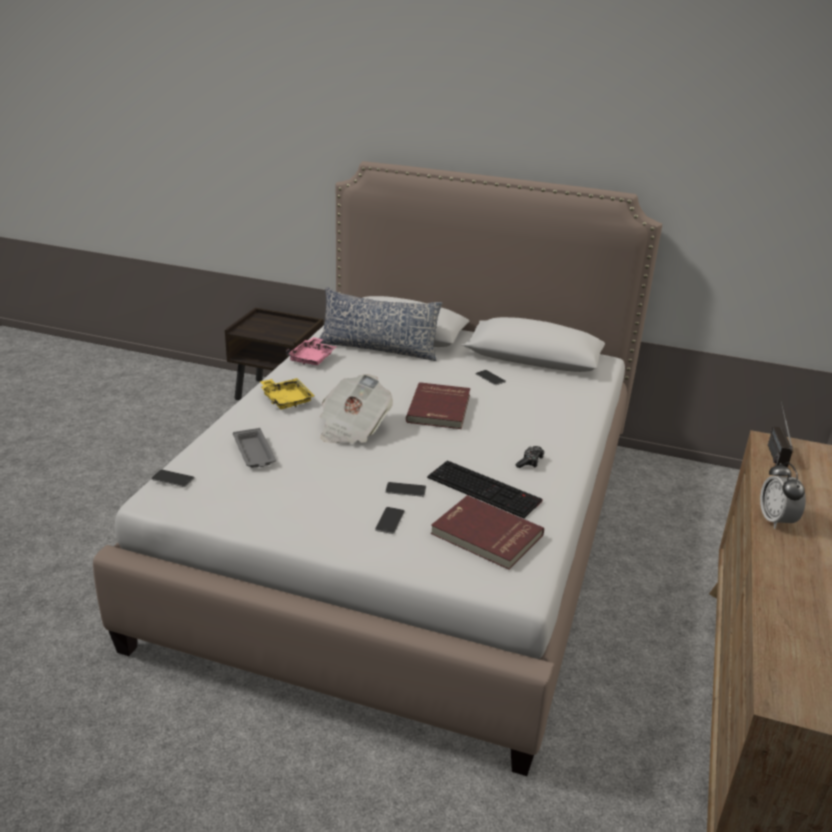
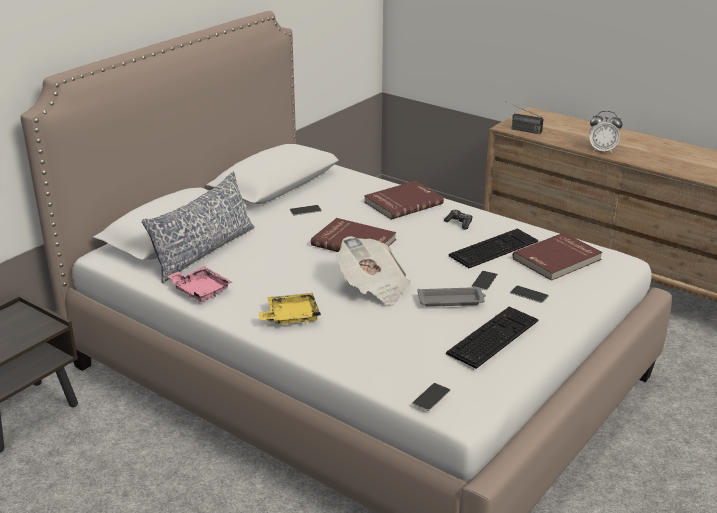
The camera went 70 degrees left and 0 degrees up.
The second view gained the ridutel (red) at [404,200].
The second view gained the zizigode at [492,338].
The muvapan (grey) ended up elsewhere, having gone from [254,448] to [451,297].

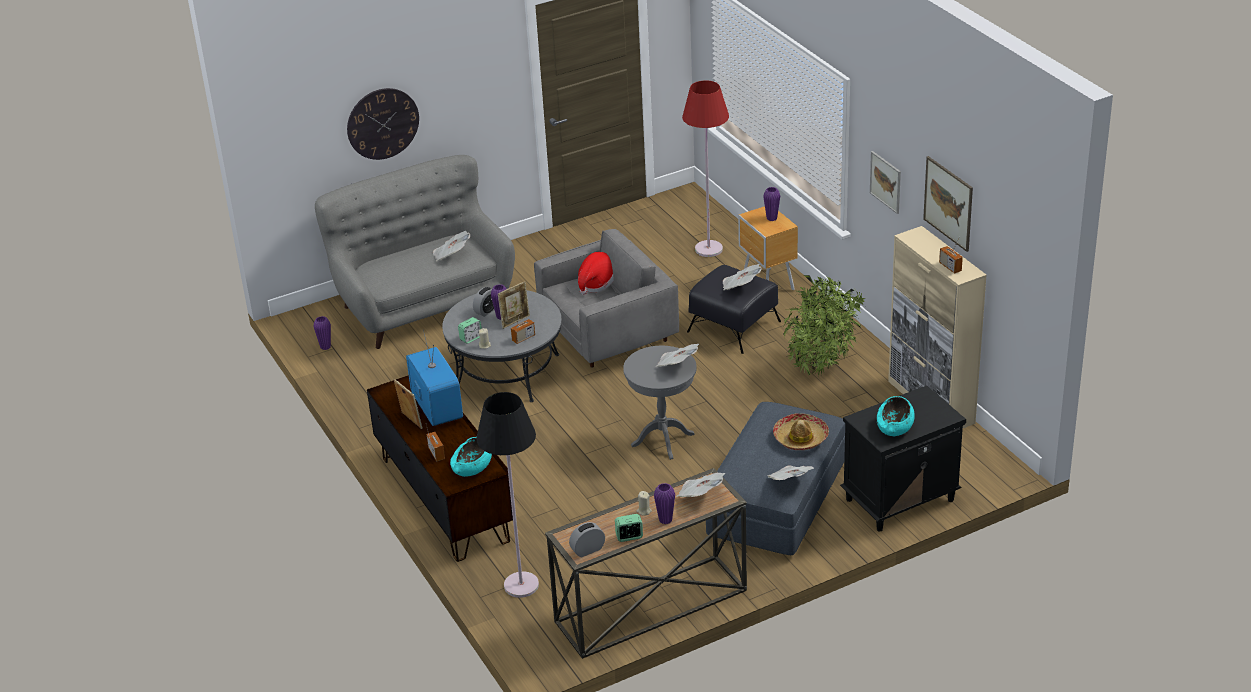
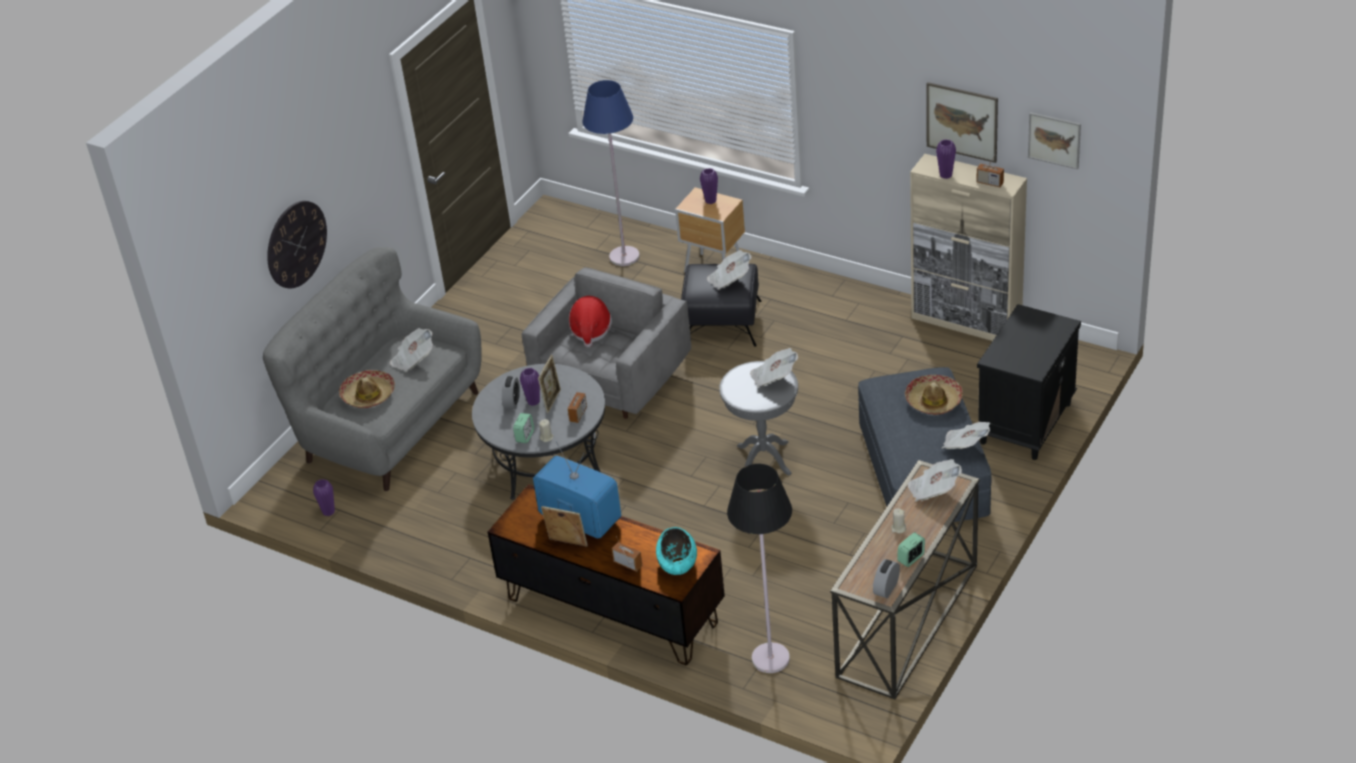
The camera went 30 degrees left and 5 degrees up.
The second view lost the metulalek at [825,325].
The second view lost the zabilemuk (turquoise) at [896,416].
The second view gained the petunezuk at [367,389].
The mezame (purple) ended up elsewhere, having gone from [664,503] to [946,159].
The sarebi ended up elsewhere, having gone from [885,182] to [1054,140].
What was the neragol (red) at [705,168] turned into the neragol (blue) at [611,173].

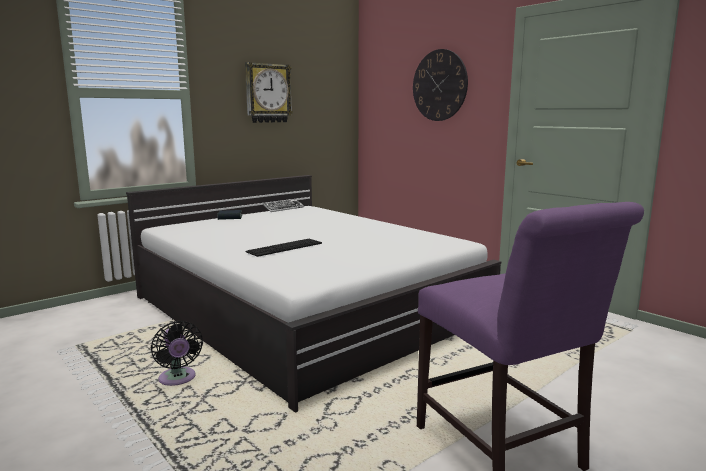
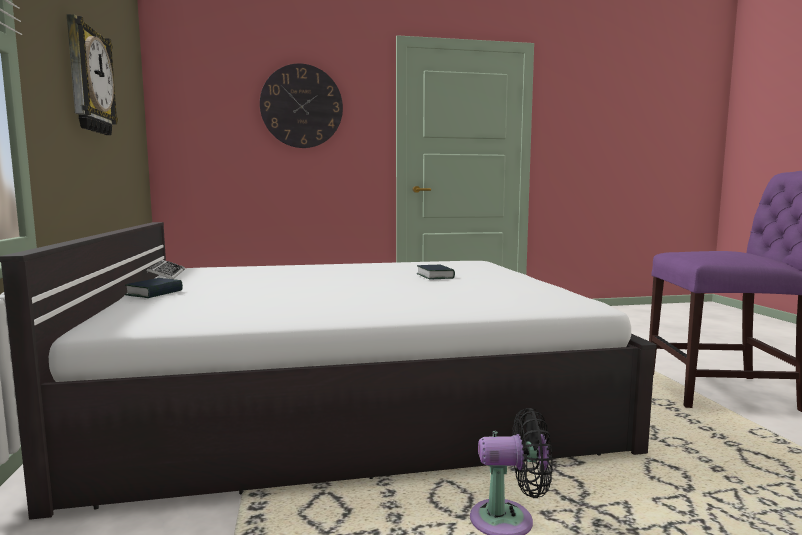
The camera went 60 degrees left and 5 degrees down.
The second view lost the zizigode at [284,248].
The second view gained the ridutel at [436,272].

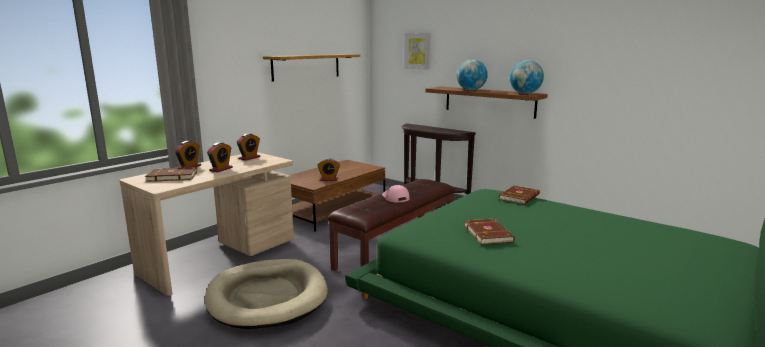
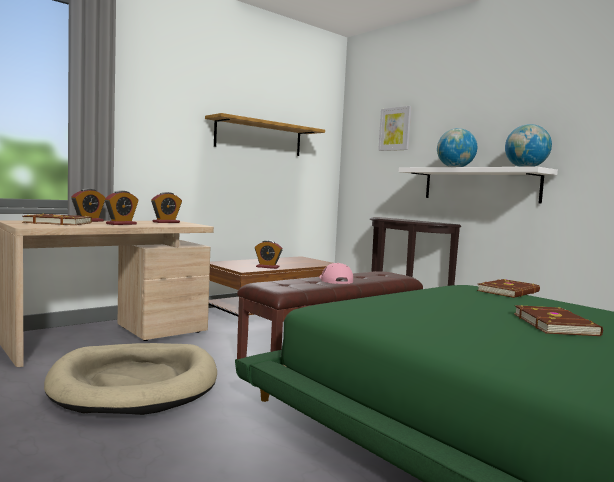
The camera went 10 degrees right and 10 degrees down.
The ridutel (brown) ended up elsewhere, having gone from [489,232] to [558,320].
What was the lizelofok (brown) at [486,103] turned into the lizelofok (white) at [478,185].

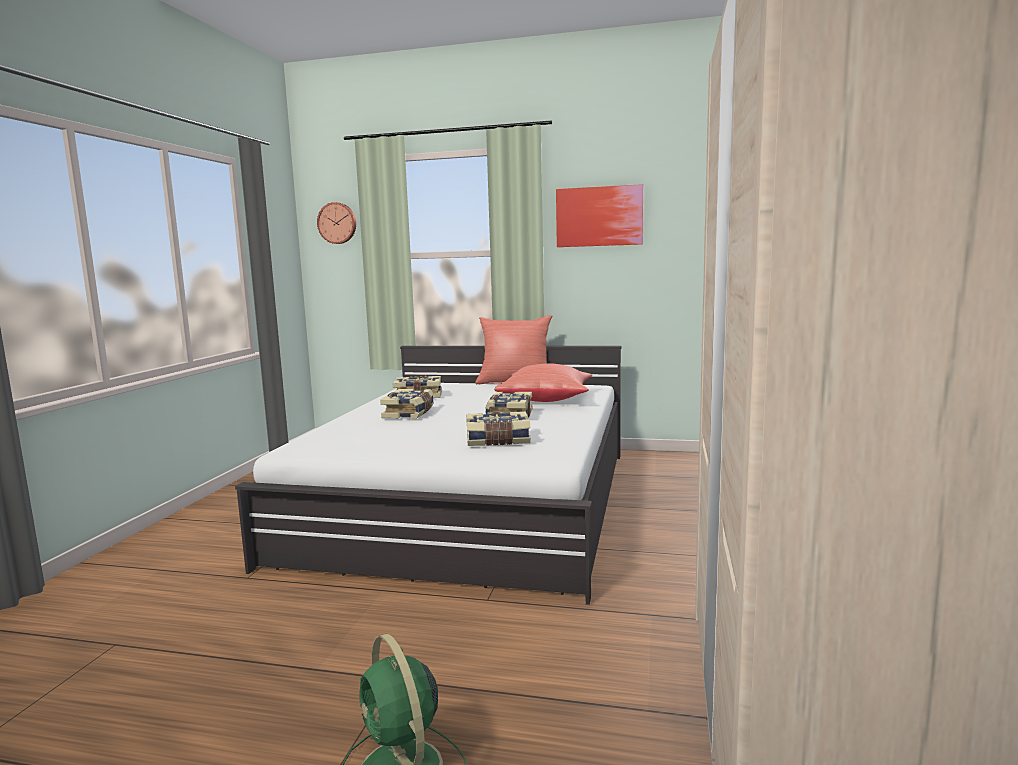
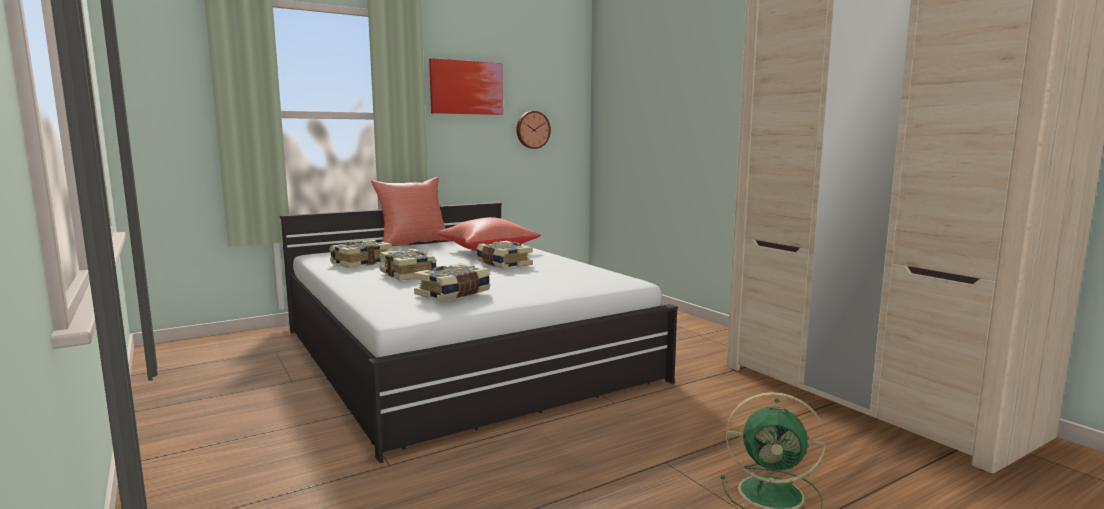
The camera went 45 degrees left and 0 degrees up.
The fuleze ended up elsewhere, having gone from [336,223] to [533,130].
The ridutel ended up elsewhere, having gone from [498,428] to [452,282].

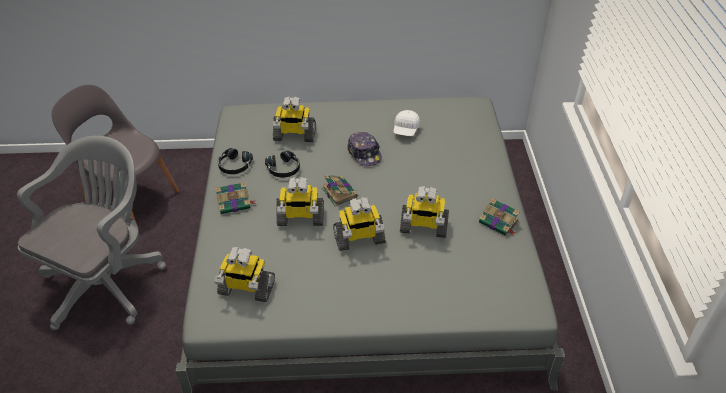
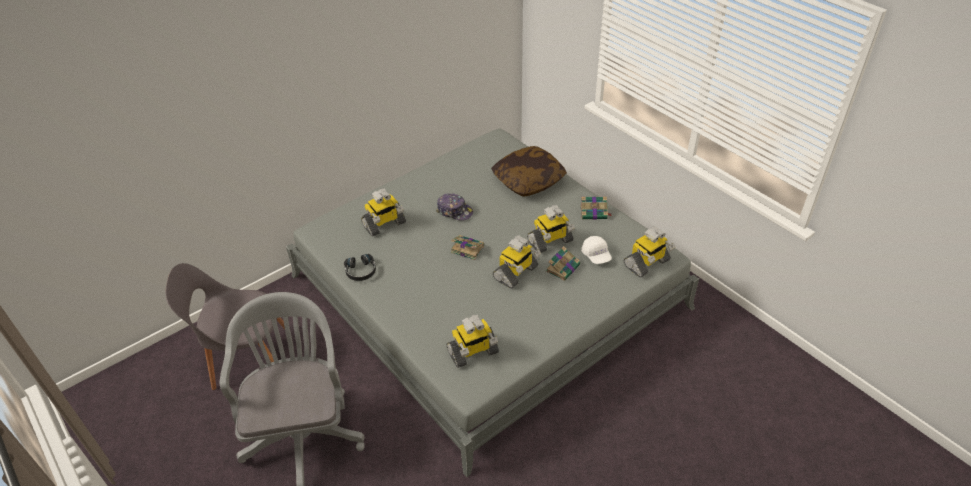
The camera went 35 degrees left and 0 degrees up.
The second view lost the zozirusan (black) at [282,164].
The second view gained the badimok at [529,171].
The ridutel ended up elsewhere, having gone from [235,198] to [563,263].
The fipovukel ended up elsewhere, having gone from [300,201] to [649,252].
The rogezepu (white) ended up elsewhere, having gone from [407,123] to [596,250].

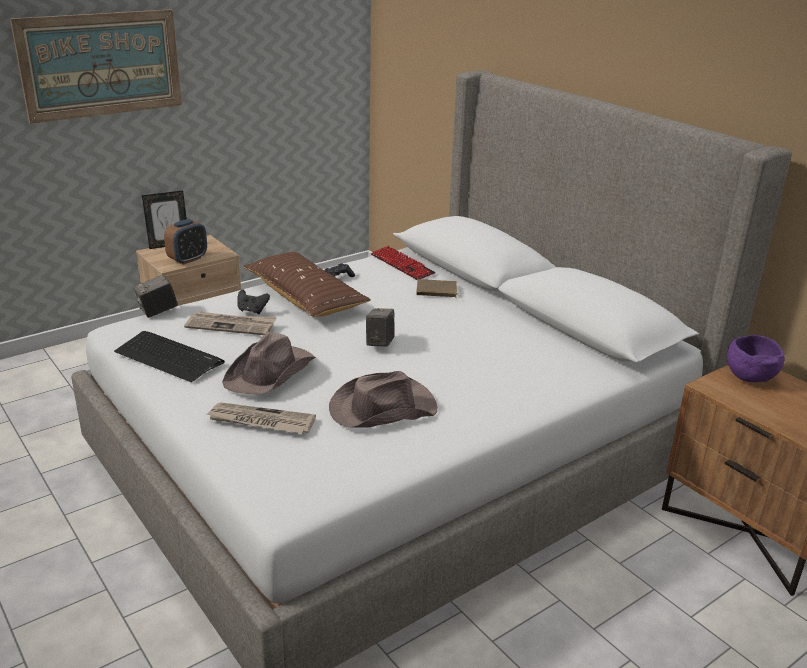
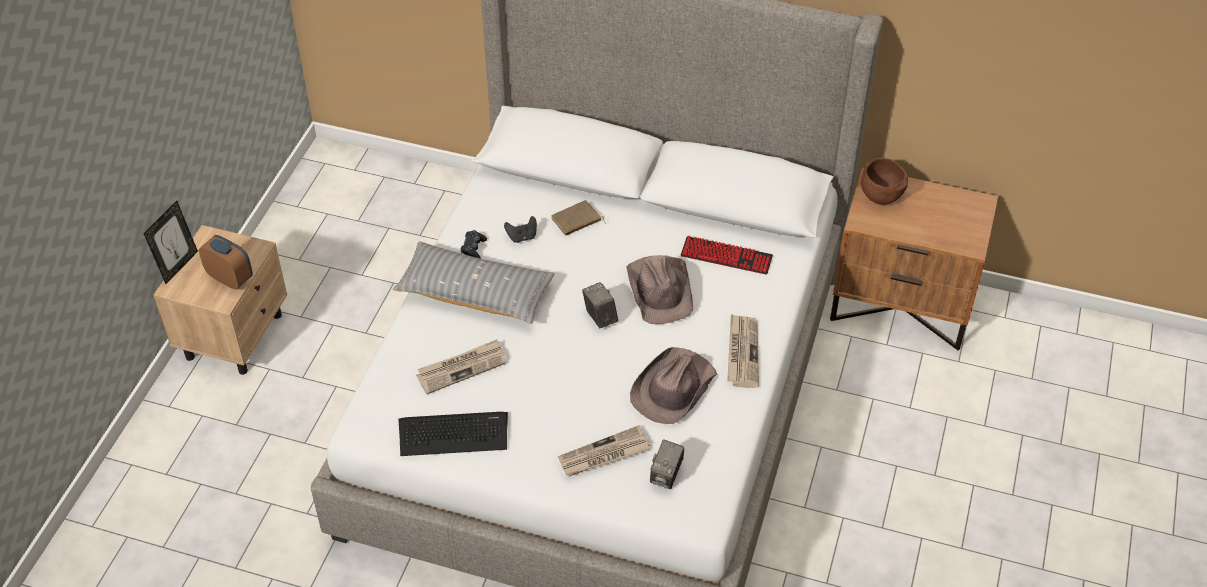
The camera went 35 degrees left and 20 degrees up.
The second view lost the sarebi at [96,66].
The second view gained the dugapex at [743,351].
The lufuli ended up elsewhere, having gone from [156,296] to [667,464].
The petunezuk (brown) ended up elsewhere, having gone from [269,364] to [659,289].
The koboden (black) ended up elsewhere, having gone from [253,301] to [520,229].
The zizigode ended up elsewhere, having gone from [403,263] to [727,255].
What was the badimok (brown) at [307,284] turned into the badimok (grey) at [474,282].
What was the zabilemuk (purple) at [756,358] turned into the zabilemuk (brown) at [884,181].
The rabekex at [185,242] ended up facing another way, 60 degrees counterclockwise from before.

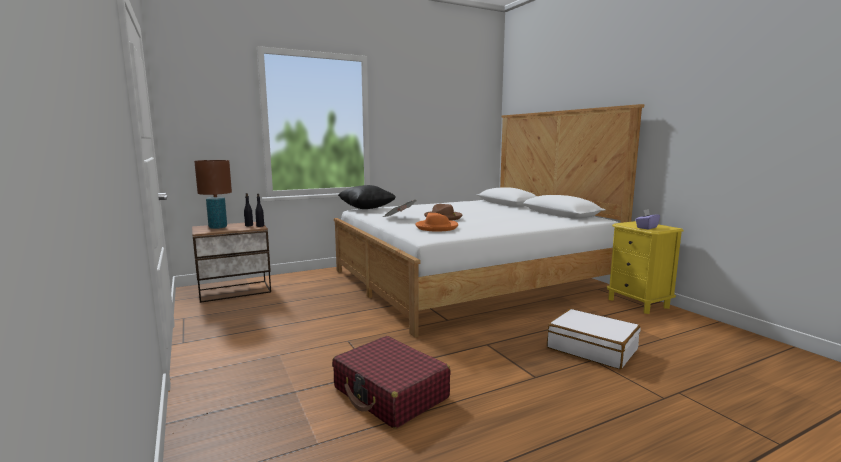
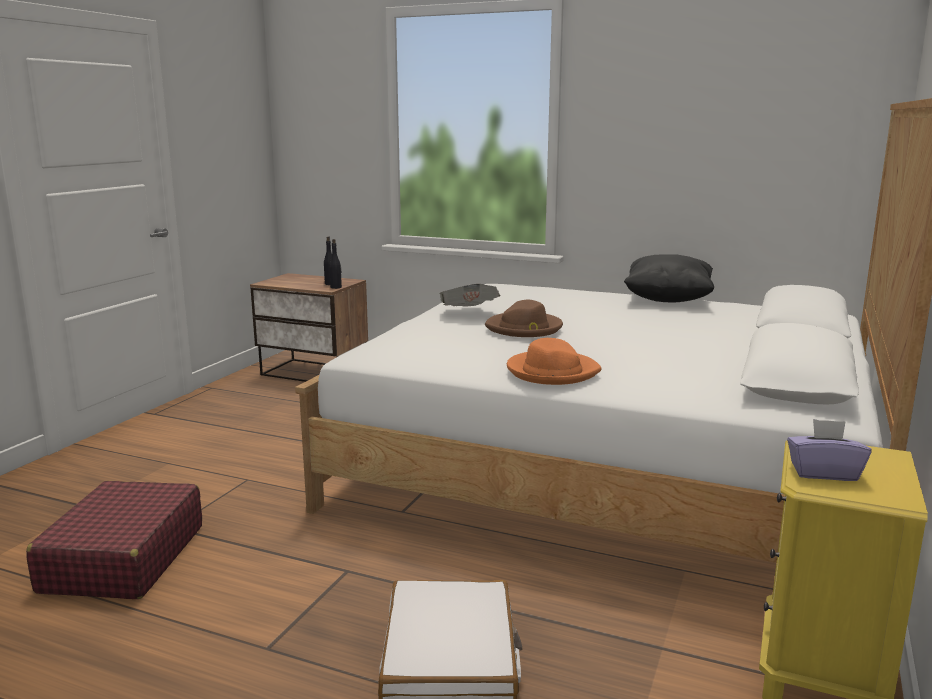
The camera went 50 degrees right and 5 degrees up.
The second view lost the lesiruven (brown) at [213,194].
The badimok (black) ended up elsewhere, having gone from [367,197] to [669,278].
The petunezuk (orange) ended up elsewhere, having gone from [436,222] to [554,361].

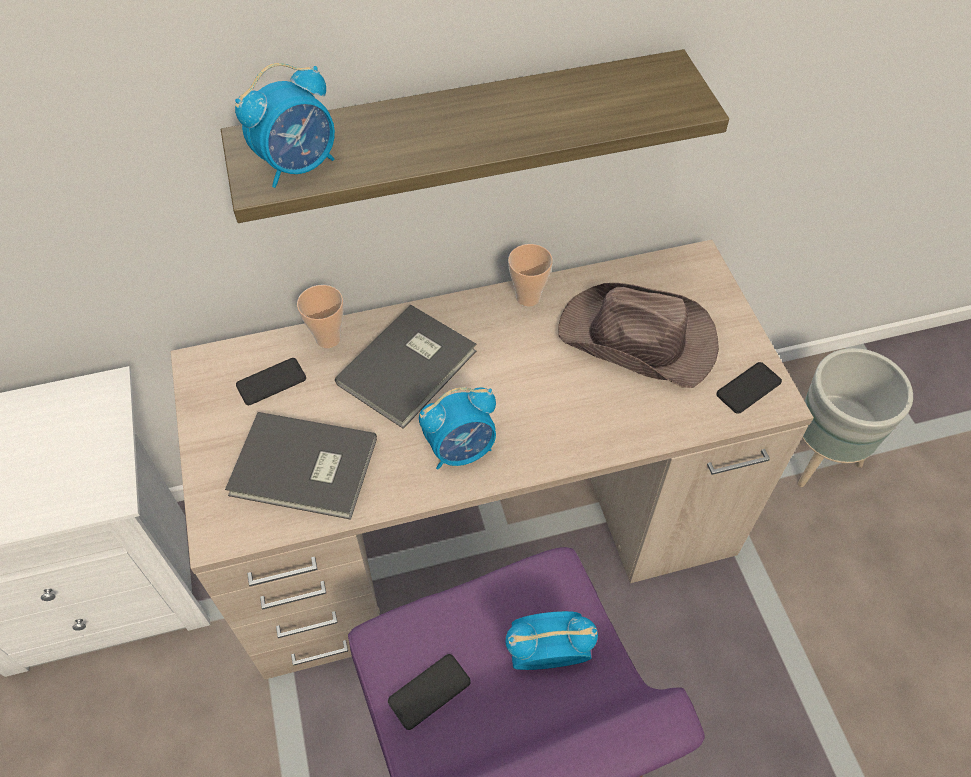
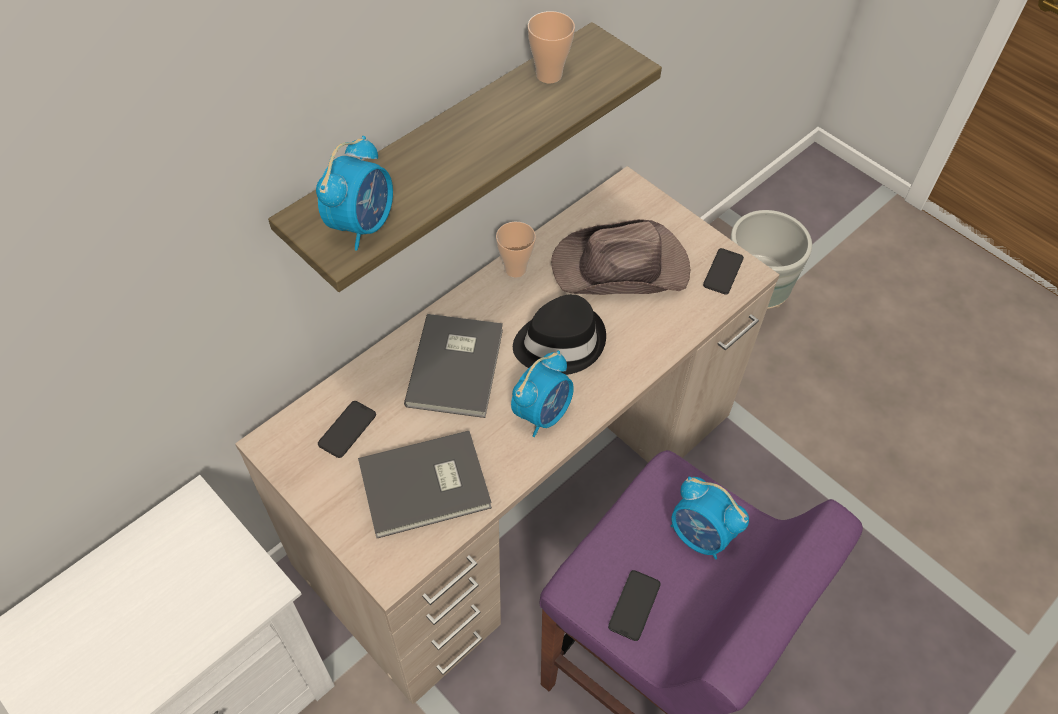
The camera went 30 degrees left and 0 degrees up.
The second view gained the petunezuk (black) at [559,334].
The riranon ended up elsewhere, having gone from [320,316] to [551,47].
The rabekex at [551,640] ended up facing another way, 105 degrees counterclockwise from before.

